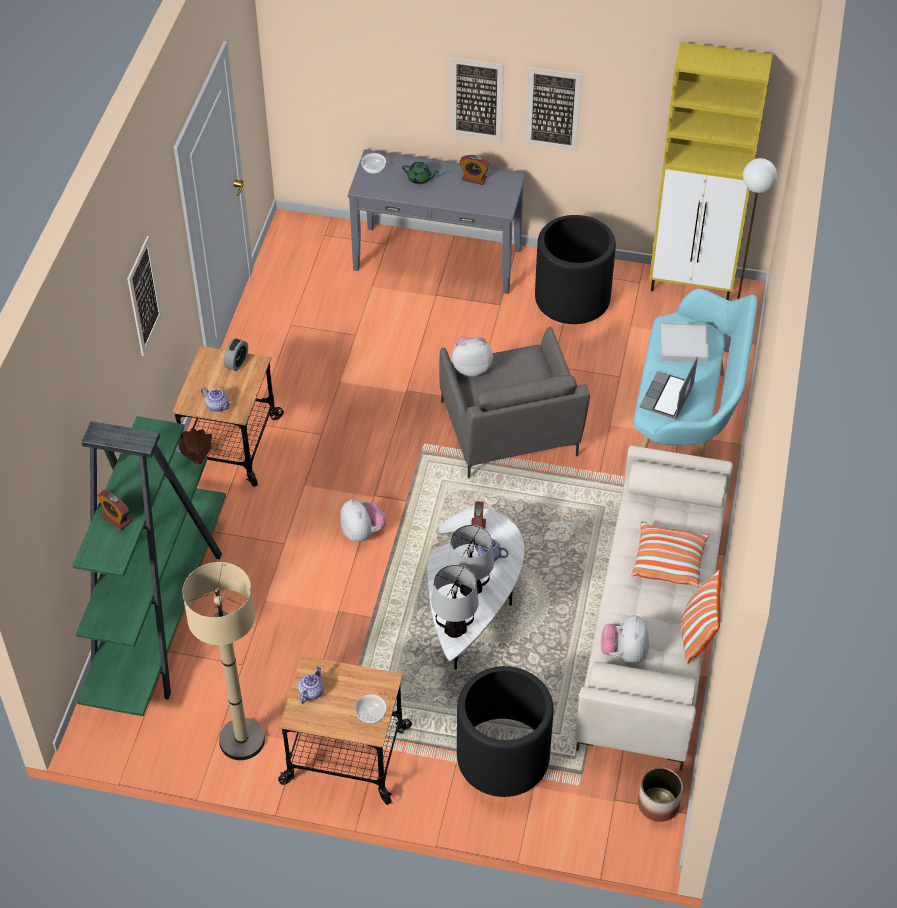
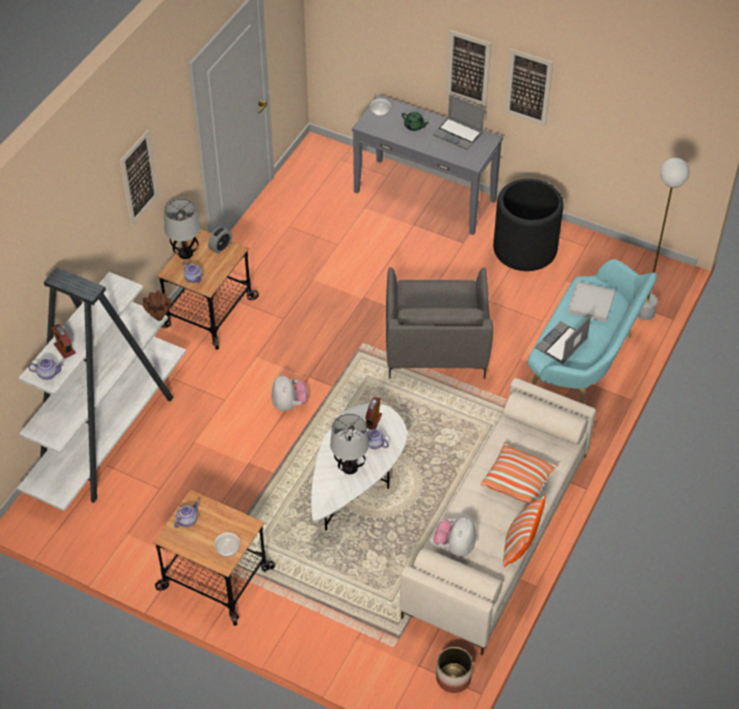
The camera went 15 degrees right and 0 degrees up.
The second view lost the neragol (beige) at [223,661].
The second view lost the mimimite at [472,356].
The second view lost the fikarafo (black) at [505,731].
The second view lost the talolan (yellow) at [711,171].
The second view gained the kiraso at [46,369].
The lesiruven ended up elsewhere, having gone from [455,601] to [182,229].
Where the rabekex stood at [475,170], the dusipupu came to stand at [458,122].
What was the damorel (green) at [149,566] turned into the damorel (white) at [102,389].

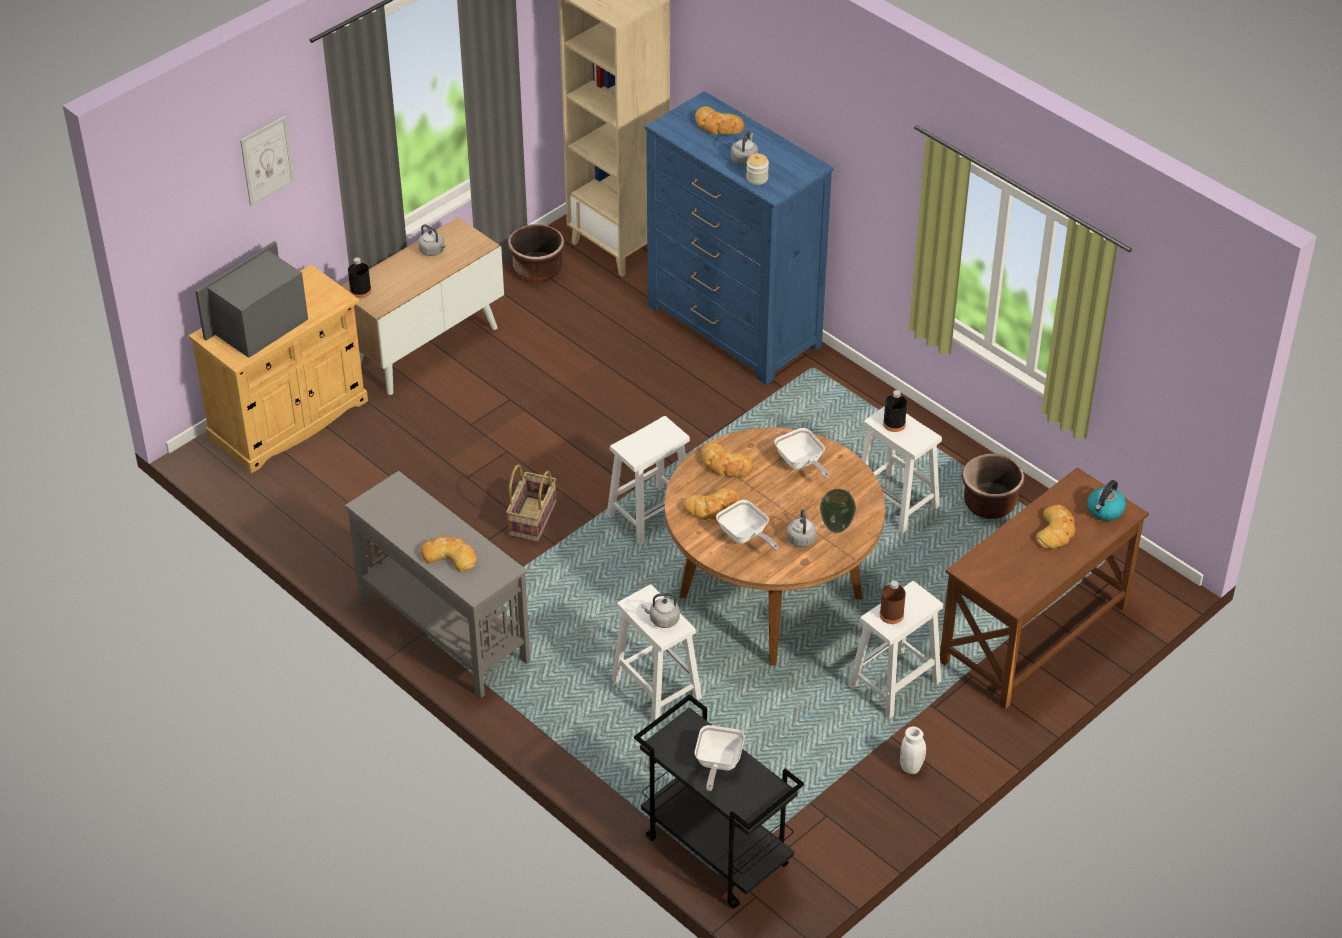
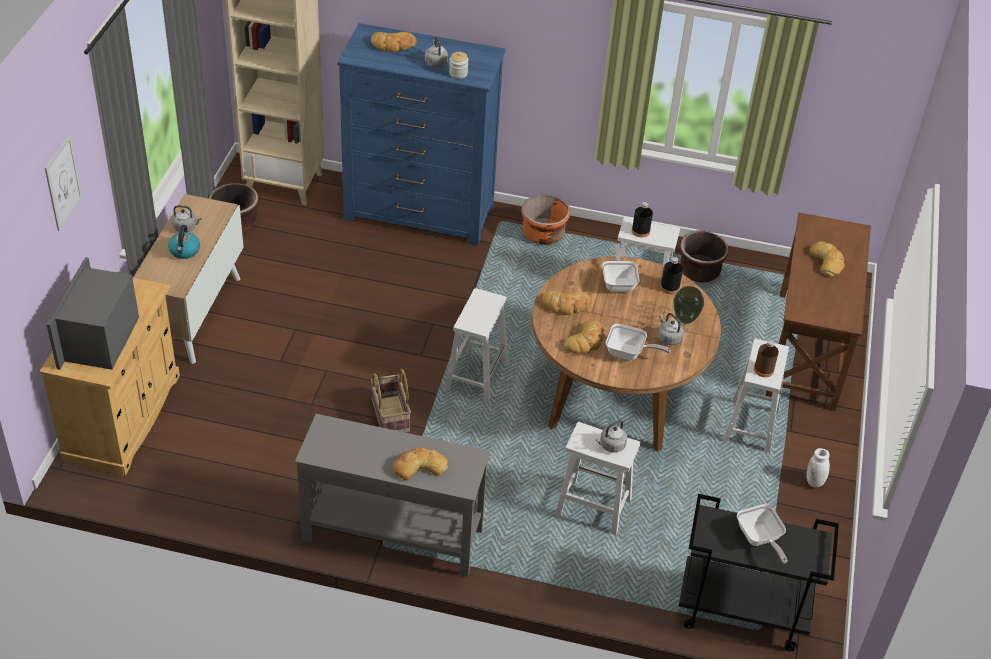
The camera went 35 degrees left and 0 degrees up.
The second view gained the fikarafo (orange) at [546,220].
The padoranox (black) ended up elsewhere, having gone from [359,277] to [671,275].
The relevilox ended up elsewhere, having gone from [1106,500] to [184,242].
The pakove at [802,453] ended up facing another way, 120 degrees counterclockwise from before.

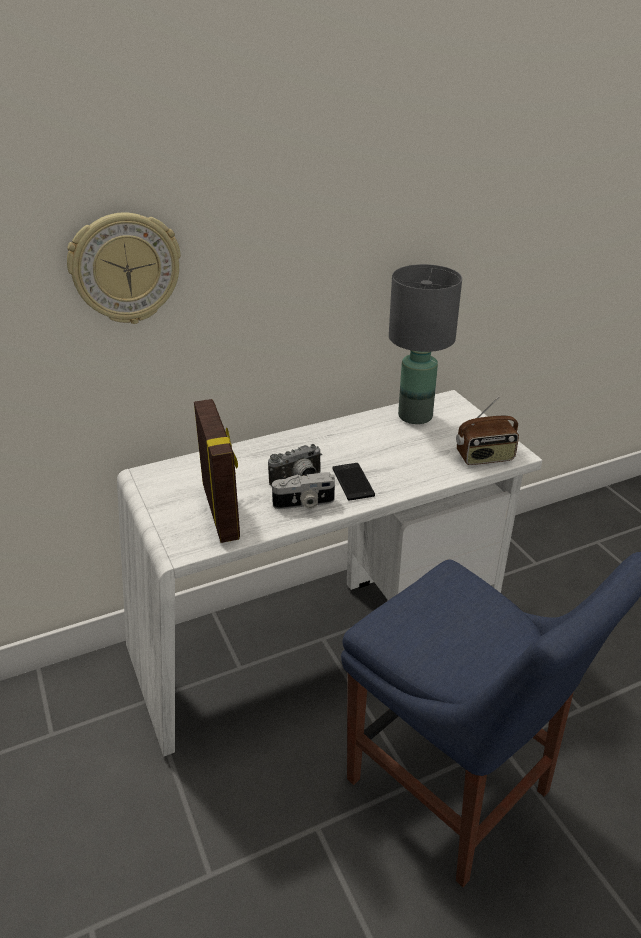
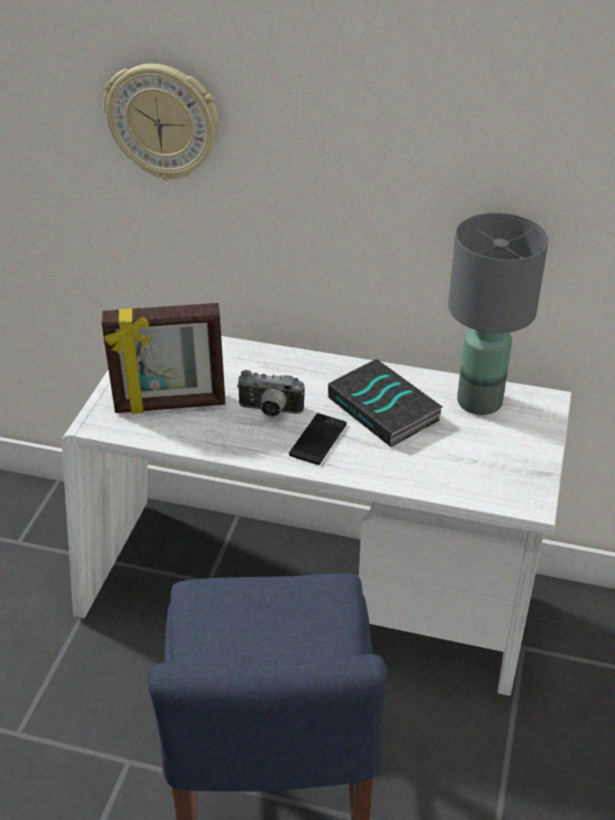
The camera went 40 degrees right and 5 degrees up.
The second view lost the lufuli at [303,490].
The second view lost the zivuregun at [487,431].
The second view gained the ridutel at [385,403].
The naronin at [217,471] ended up facing another way, 60 degrees clockwise from before.

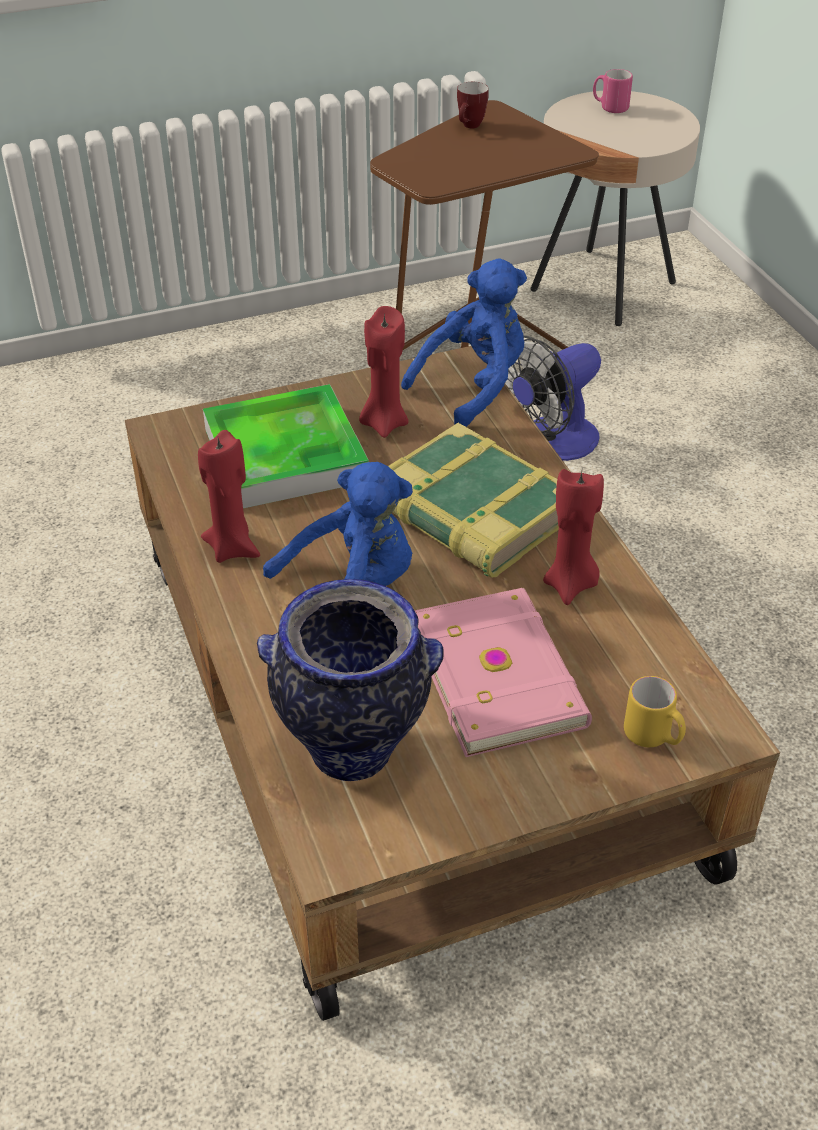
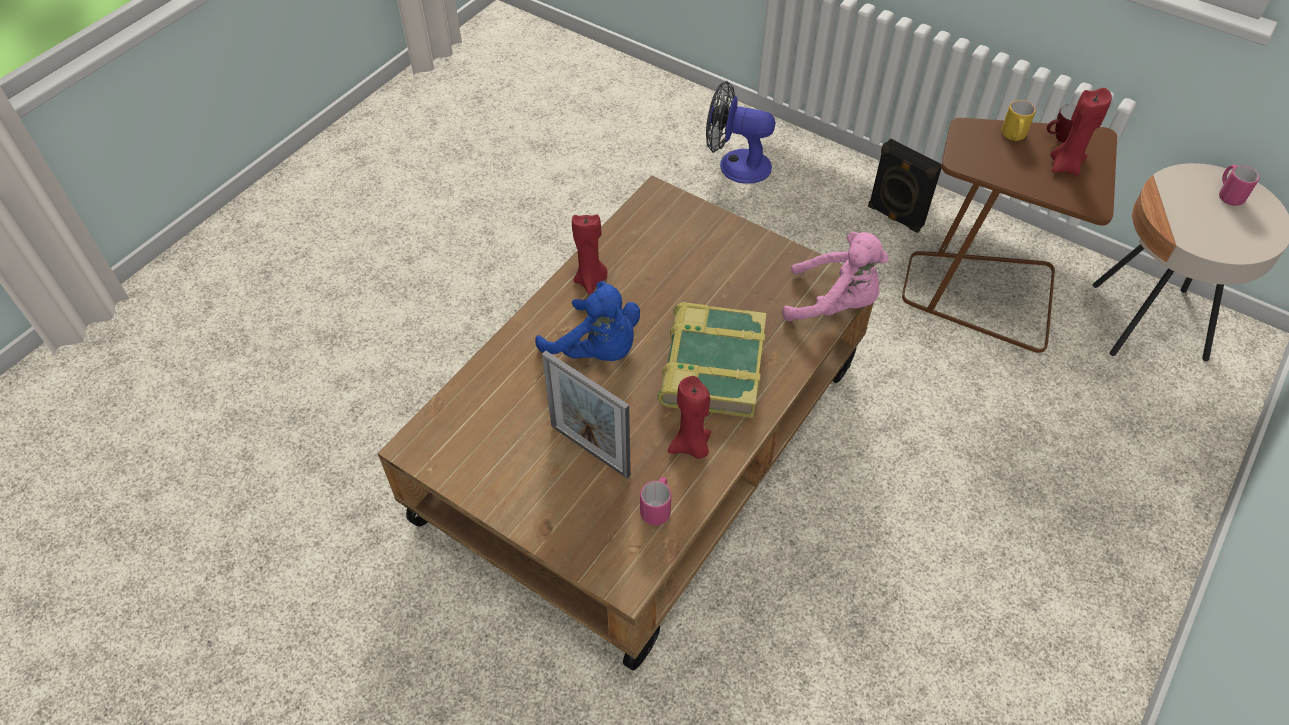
The camera went 55 degrees right and 10 degrees up.
The second view lost the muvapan at [286,446].
The second view lost the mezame at [350,680].
The second view gained the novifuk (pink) at [655,501].
The second view gained the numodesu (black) at [905,186].
The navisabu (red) ended up elsewhere, having gone from [383,372] to [1081,132].
The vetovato ended up elsewhere, having gone from [553,398] to [740,132].
The novifuk (yellow) ended up elsewhere, having gone from [655,711] to [1018,120].
Where the ridutel (pink) stood at [503,672], the naronin came to stand at [586,414].
What was the mimimite (blue) at [464,342] turned into the mimimite (pink) at [835,276].

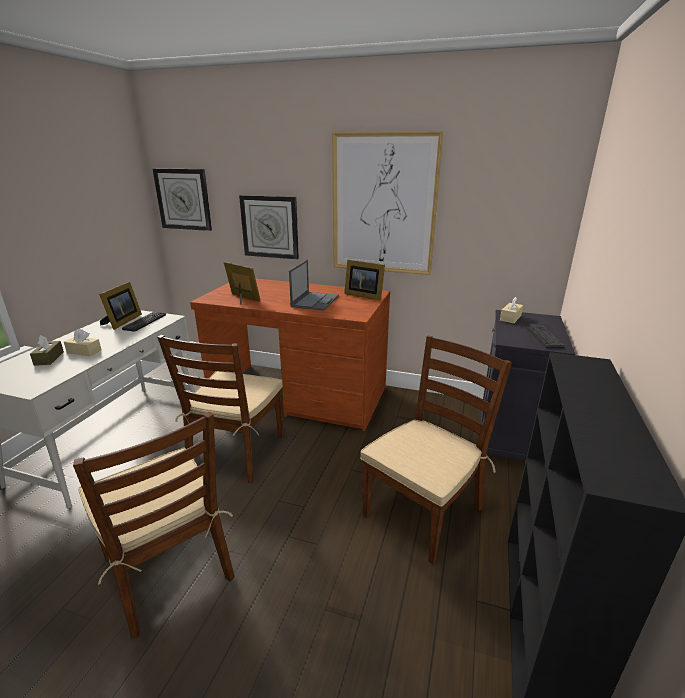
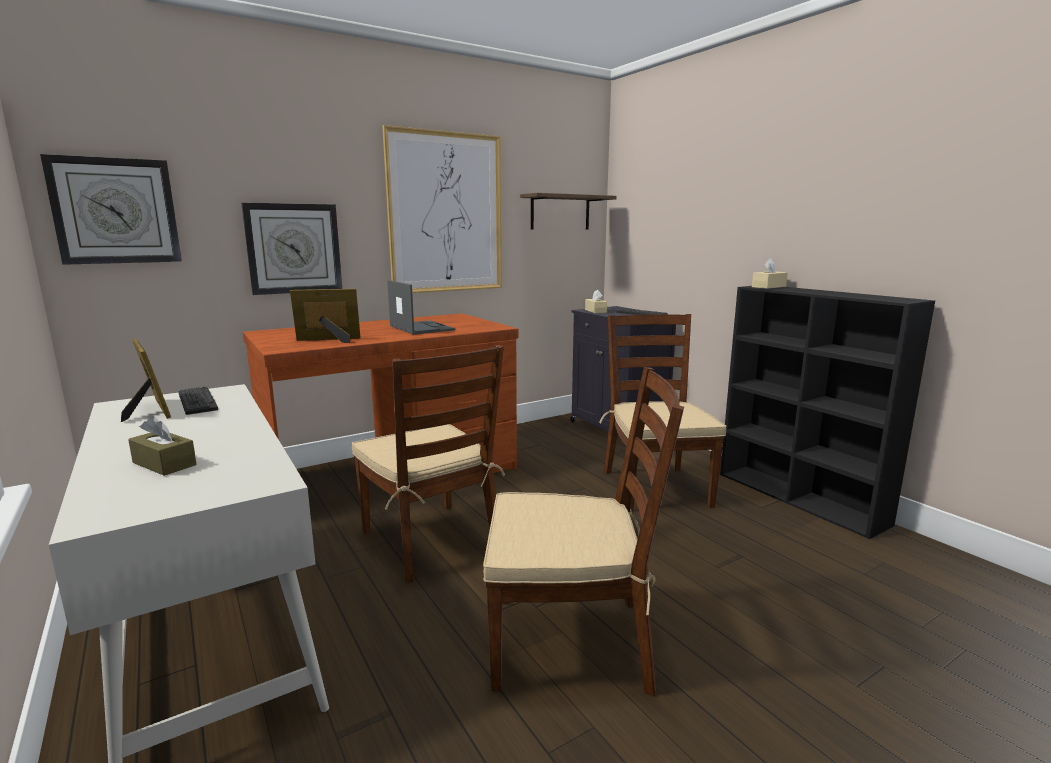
The camera went 50 degrees left and 10 degrees down.
The second view lost the naronin at [364,280].
The second view gained the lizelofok at [568,211].
The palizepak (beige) ended up elsewhere, having gone from [82,342] to [770,273].

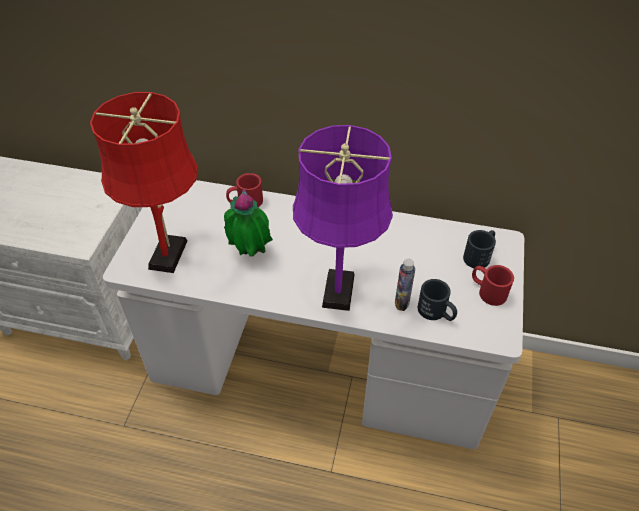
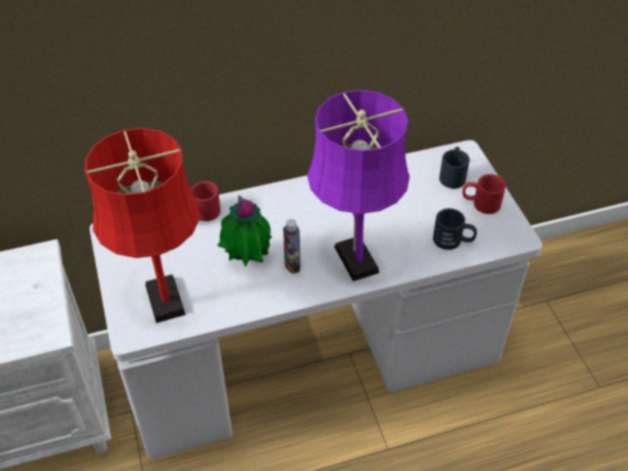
The camera went 30 degrees left and 0 degrees up.
The padoranox ended up elsewhere, having gone from [405,285] to [292,246].

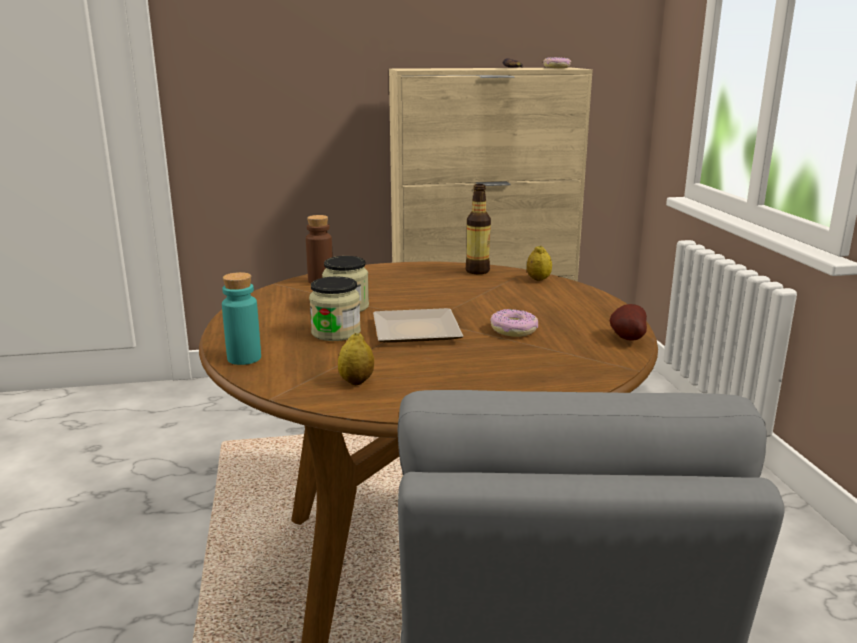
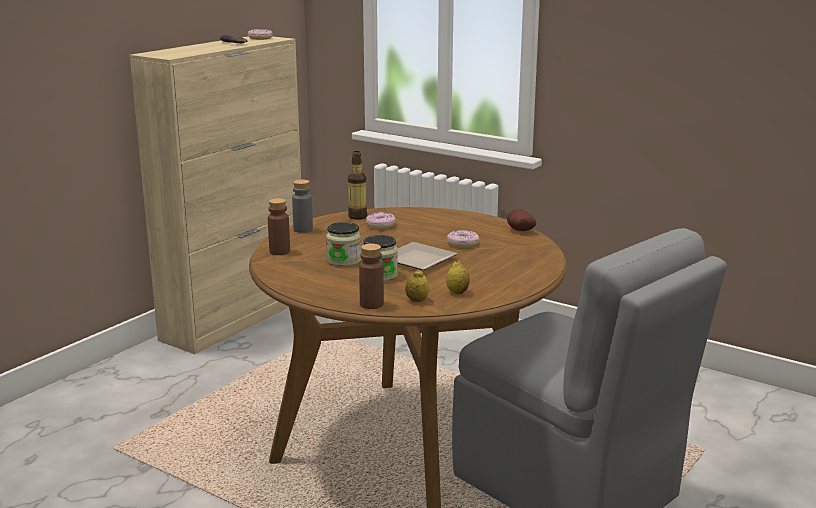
The camera went 45 degrees left and 0 degrees up.
The second view gained the padoranox (grey) at [302,206].
The second view gained the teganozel at [381,220].
The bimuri ended up elsewhere, having gone from [539,263] to [417,286].
What was the padoranox (turquoise) at [241,318] turned into the padoranox (brown) at [371,276].

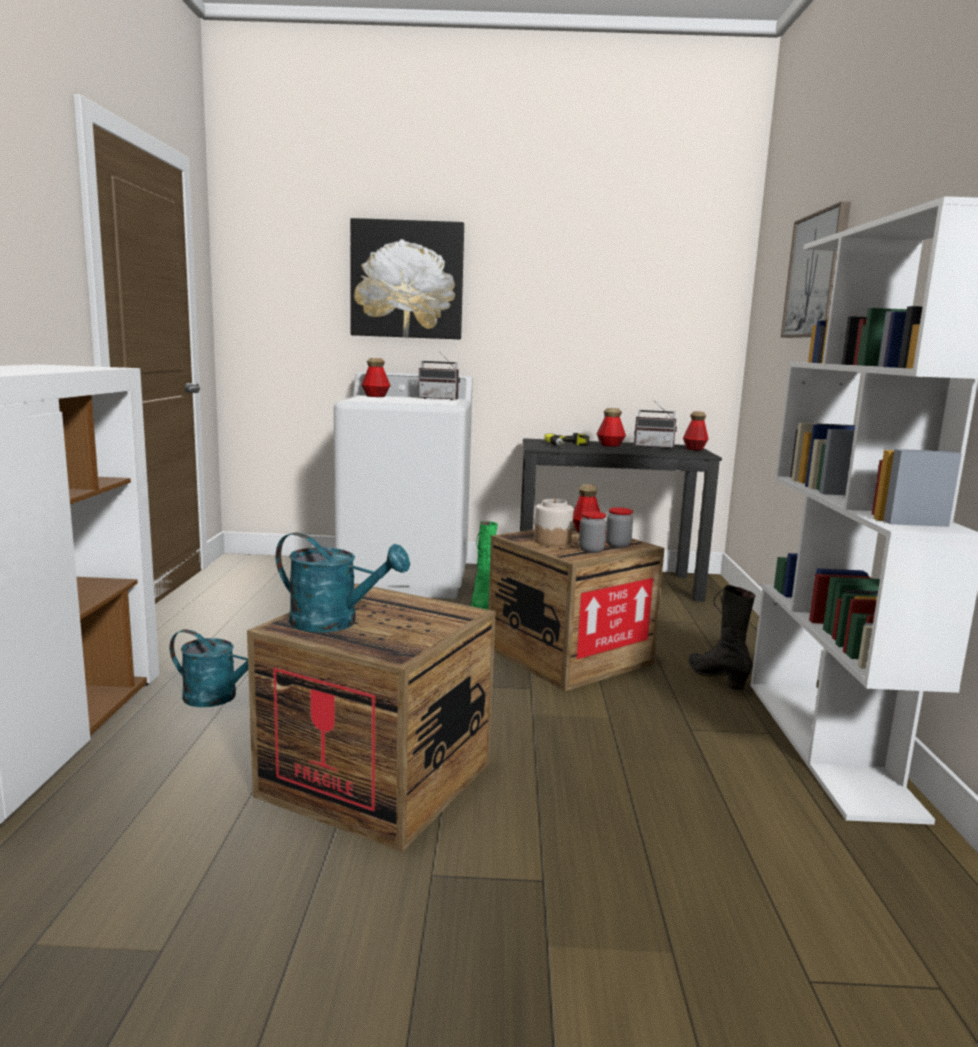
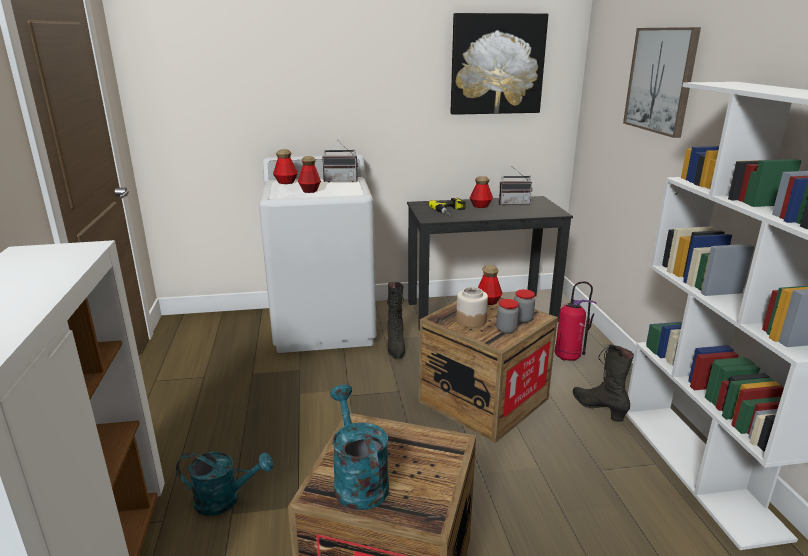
The camera went 10 degrees left and 10 degrees up.
The second view gained the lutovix at [576,321].
The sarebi ended up elsewhere, having gone from [407,278] to [499,64].
The padoranox ended up elsewhere, having gone from [695,431] to [309,174].
What was the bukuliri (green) at [484,565] turned into the bukuliri (black) at [396,320].
The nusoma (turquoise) at [343,582] ended up facing another way, 120 degrees counterclockwise from before.

